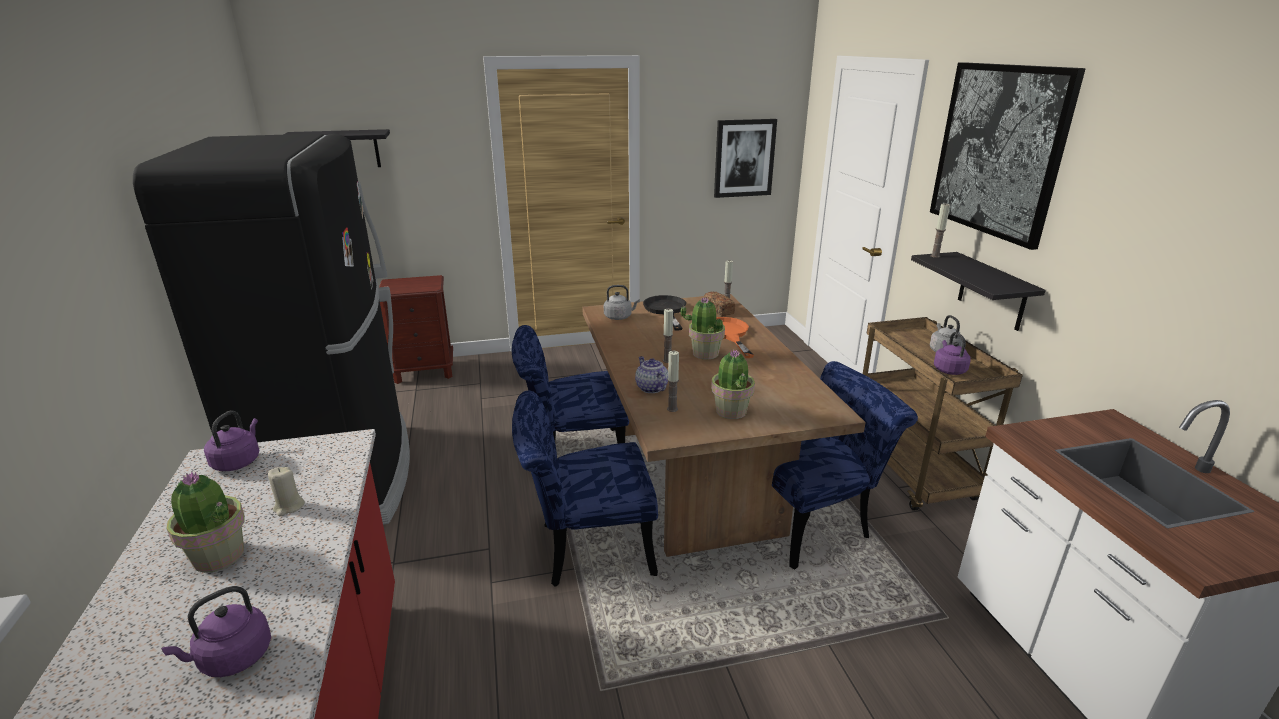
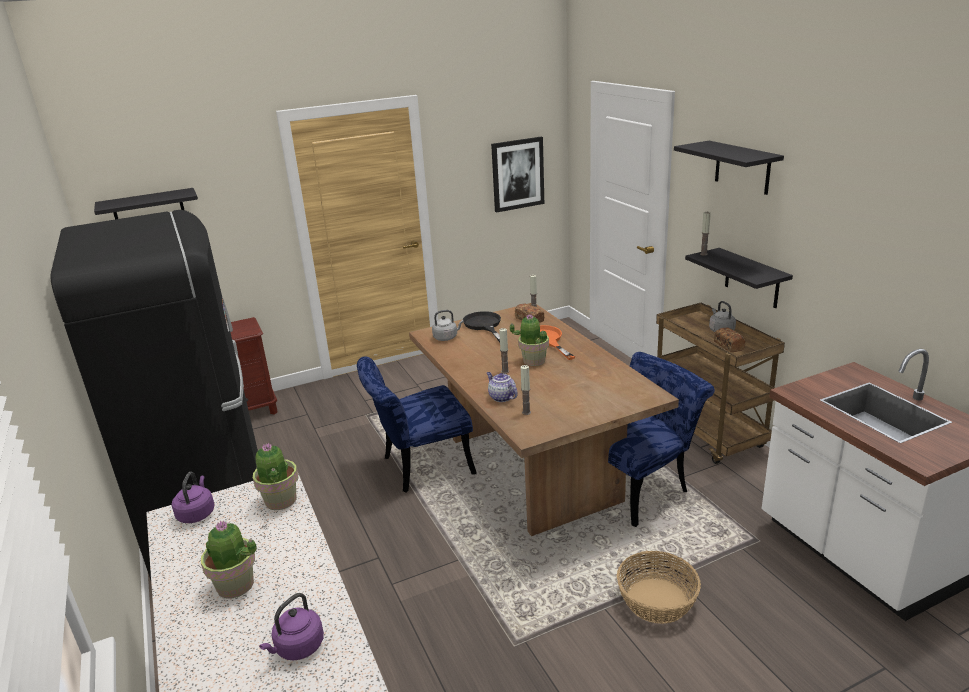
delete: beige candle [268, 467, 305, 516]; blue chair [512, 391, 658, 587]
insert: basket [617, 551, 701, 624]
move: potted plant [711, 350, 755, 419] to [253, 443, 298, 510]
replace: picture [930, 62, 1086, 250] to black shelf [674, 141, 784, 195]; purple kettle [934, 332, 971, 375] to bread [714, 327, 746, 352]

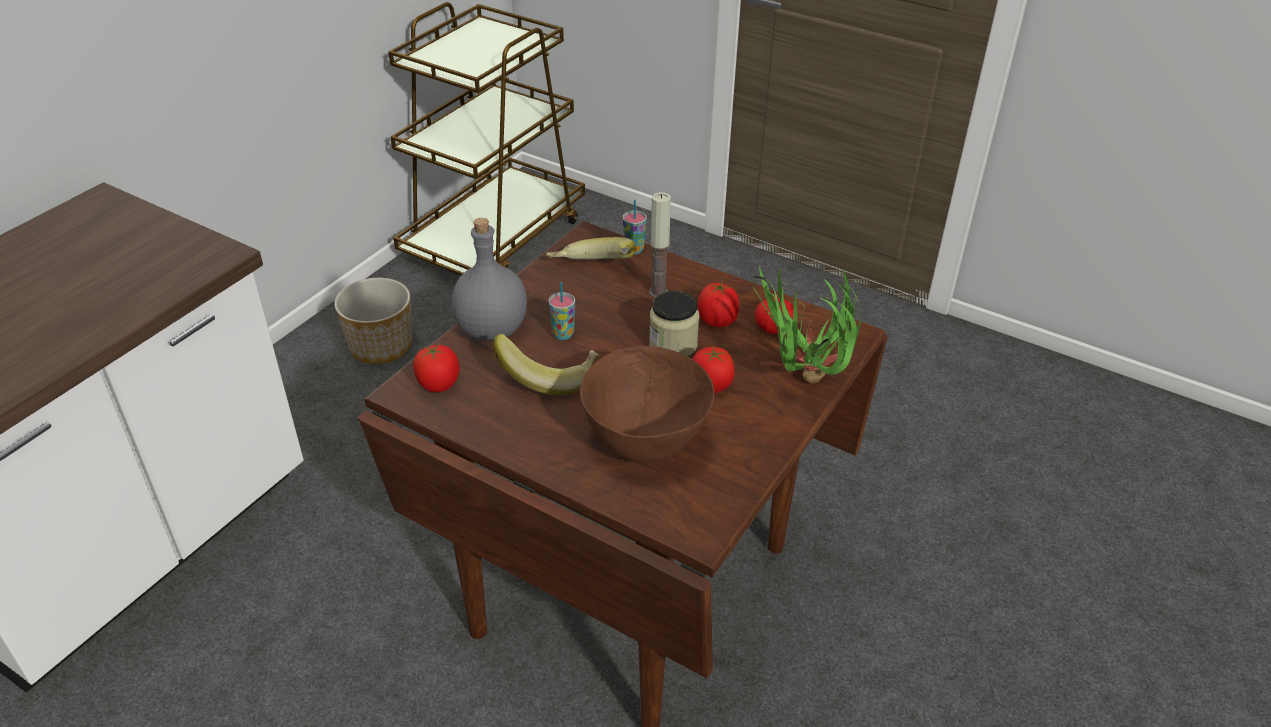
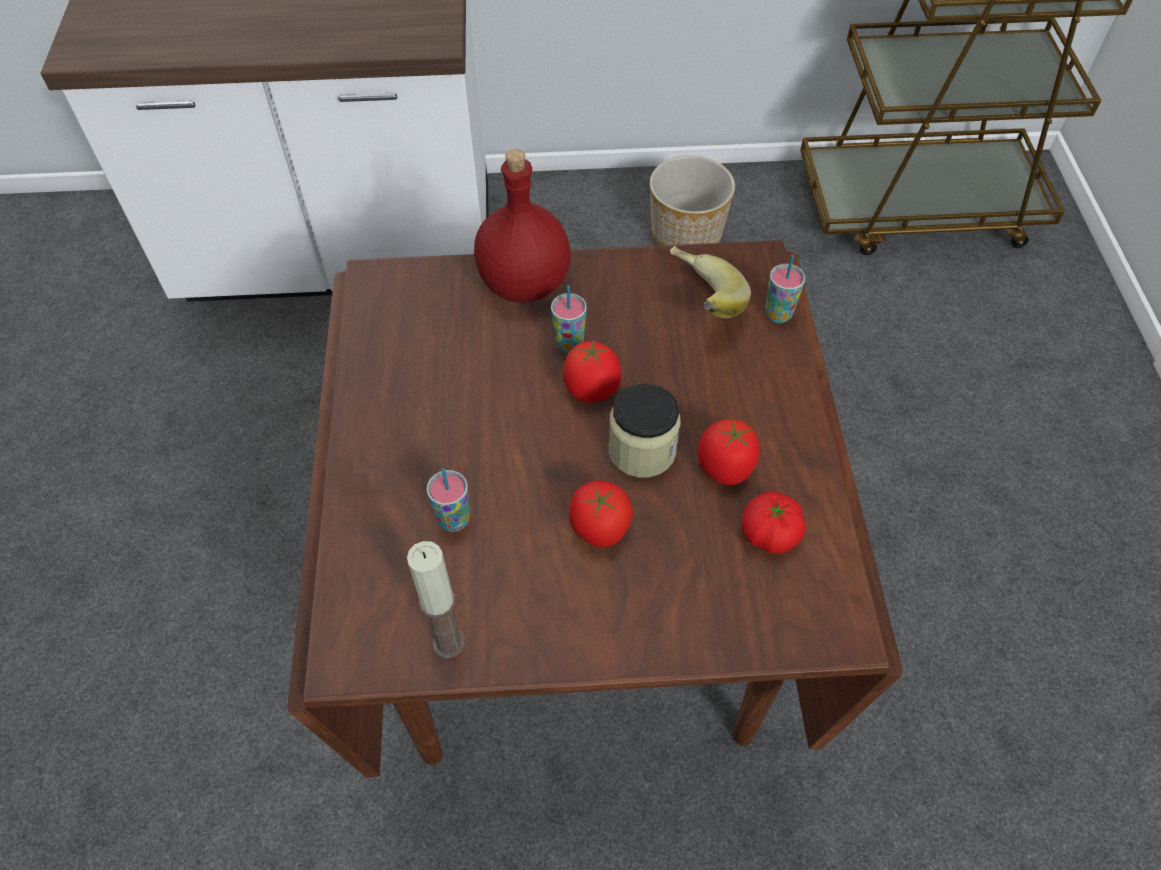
delete: banana [493, 334, 599, 395]; potted plant [750, 265, 861, 383]
move: candle [649, 192, 671, 298] to [407, 541, 465, 659]; tomato [413, 343, 460, 392] to [563, 340, 621, 403]
replace: brown bowl [580, 346, 715, 462] to cup [426, 468, 470, 532]
recolor: grey bottle [452, 218, 527, 340] to red bottle [474, 149, 571, 303]

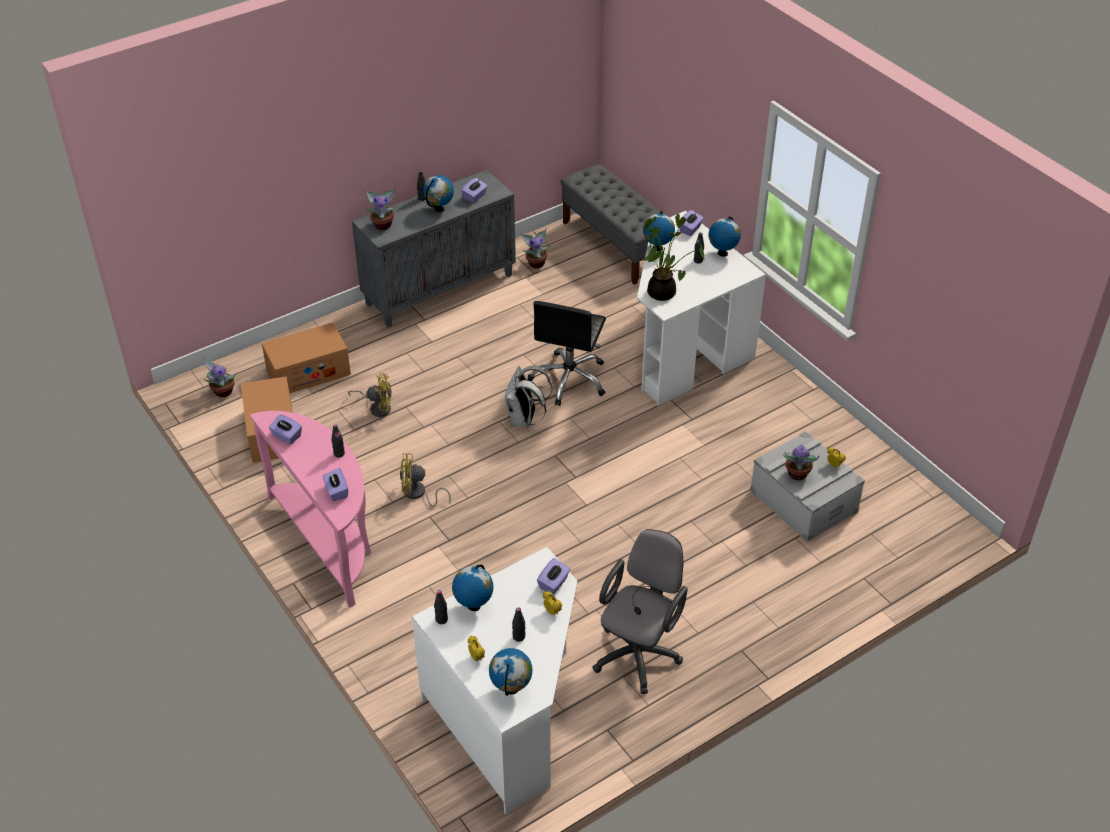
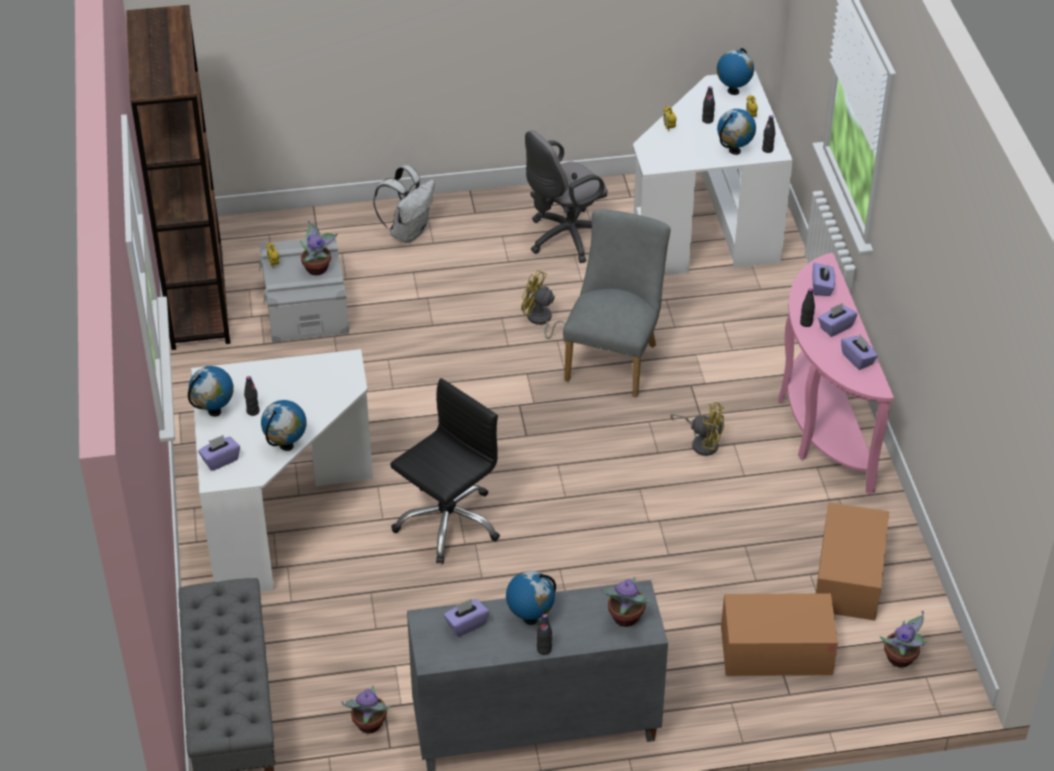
delete: potted plant [643, 214, 704, 301]
insert: brown bookcase [126, 5, 230, 350]; grey chair [563, 210, 671, 398]
move: white backpack [505, 366, 552, 427] to [373, 165, 435, 243]; yellow fan [348, 373, 392, 417] to [521, 270, 566, 342]; purple tissue box [537, 558, 570, 595] to [818, 303, 857, 337]

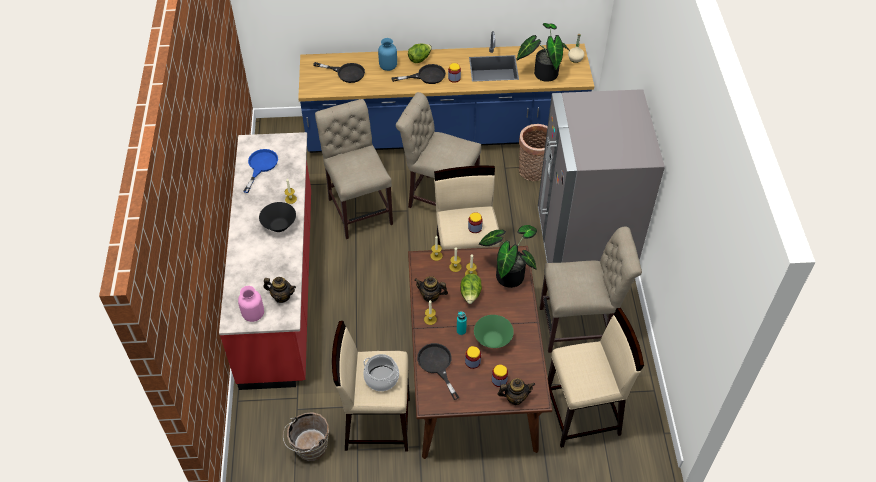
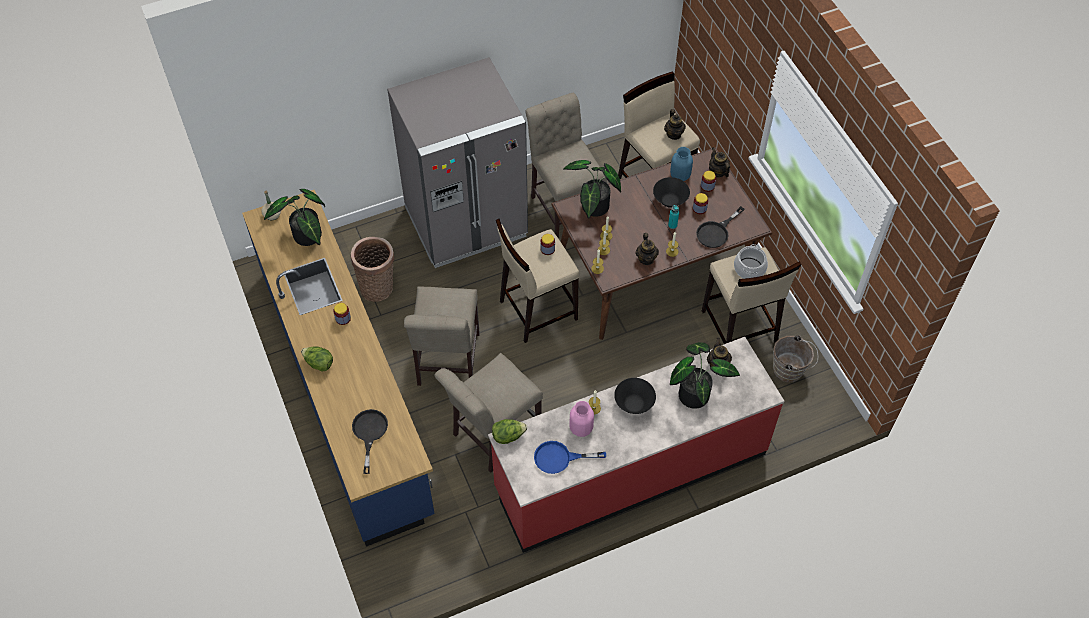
delete: black frying pan [392, 64, 446, 84]
insert: teapot [664, 109, 686, 140]; potted plant [670, 342, 740, 409]
move: lettuce [460, 274, 482, 304] to [492, 419, 527, 444]; pink vase [238, 286, 264, 322] to [570, 401, 594, 437]; blue vase [378, 38, 397, 71] to [670, 147, 693, 181]
recolor: green bowl [474, 315, 514, 348] to black bowl [653, 177, 690, 208]

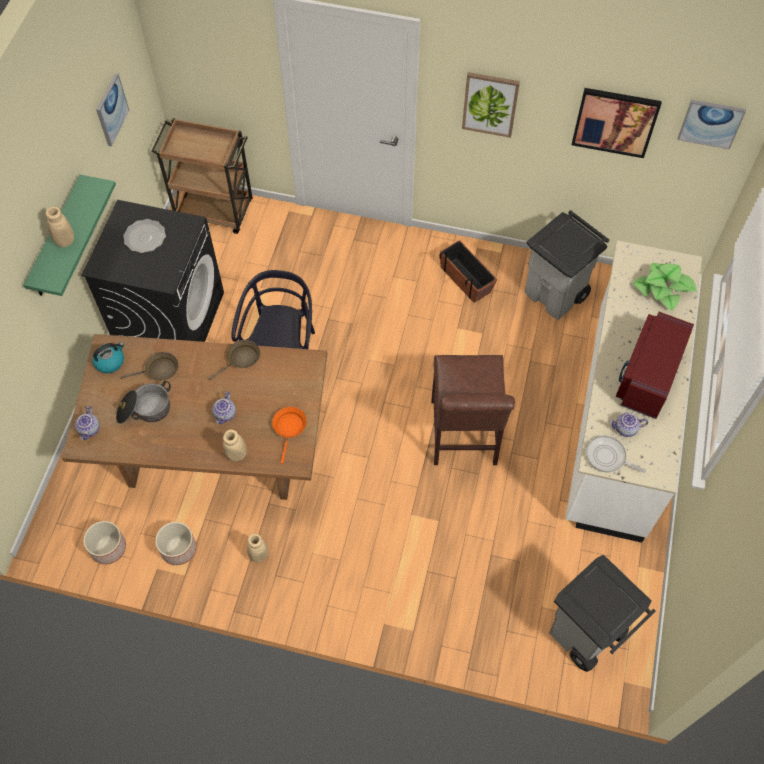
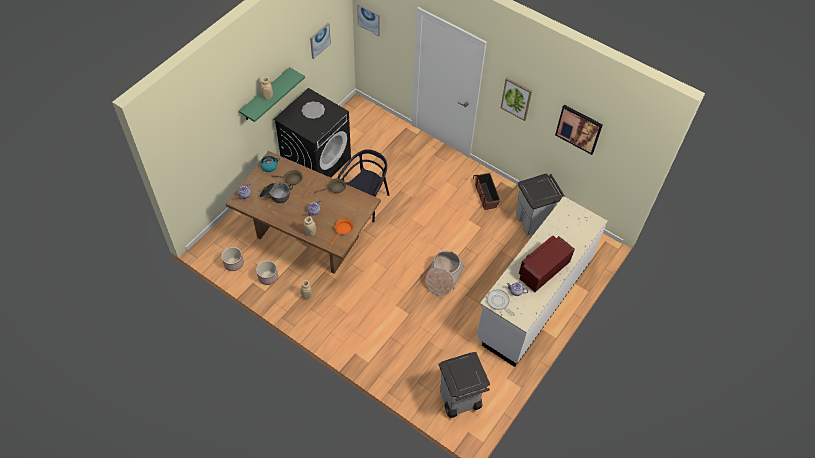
delete: brown cart [151, 118, 253, 234]; potted plant [632, 263, 697, 311]
move: picture [677, 100, 746, 149] to [357, 4, 380, 36]
replace: brown chair [431, 355, 515, 465] to basket [425, 251, 465, 296]

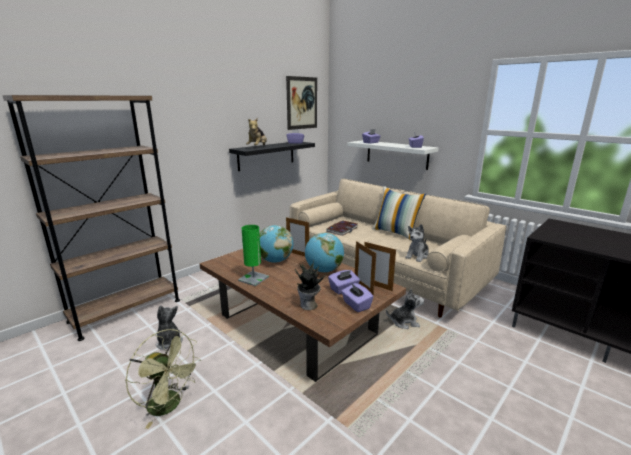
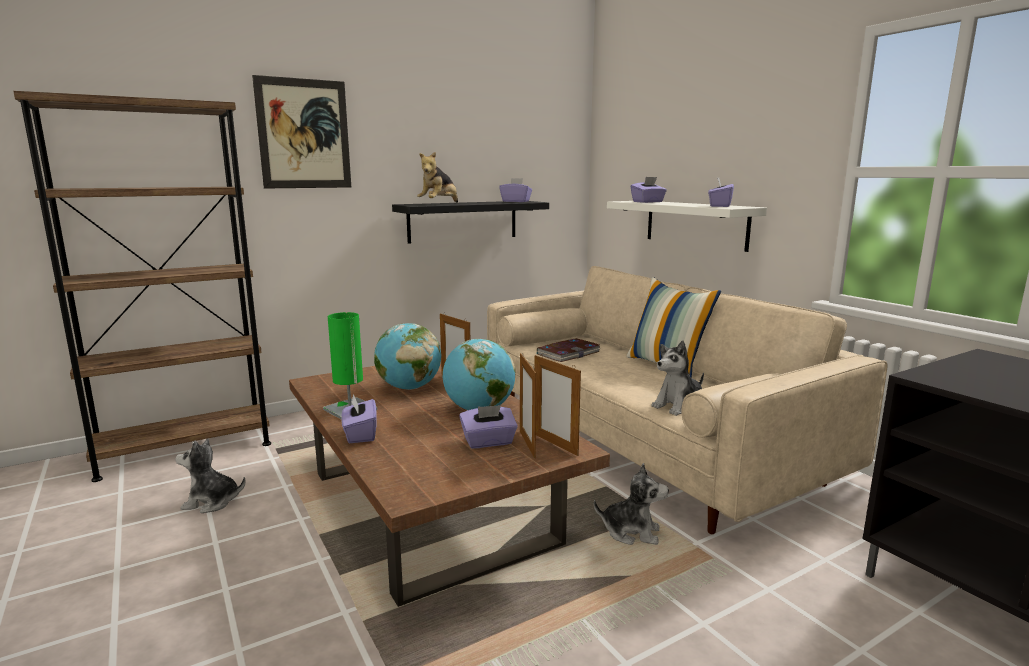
delete: green fan [126, 329, 202, 429]; potted plant [295, 260, 327, 310]
move: picture [286, 76, 317, 130] to [252, 75, 351, 189]; purple tissue box [341, 283, 373, 312] to [341, 394, 377, 443]
rotate: plush toy [156, 305, 183, 350] = [175, 438, 246, 513] 75 degrees counterclockwise

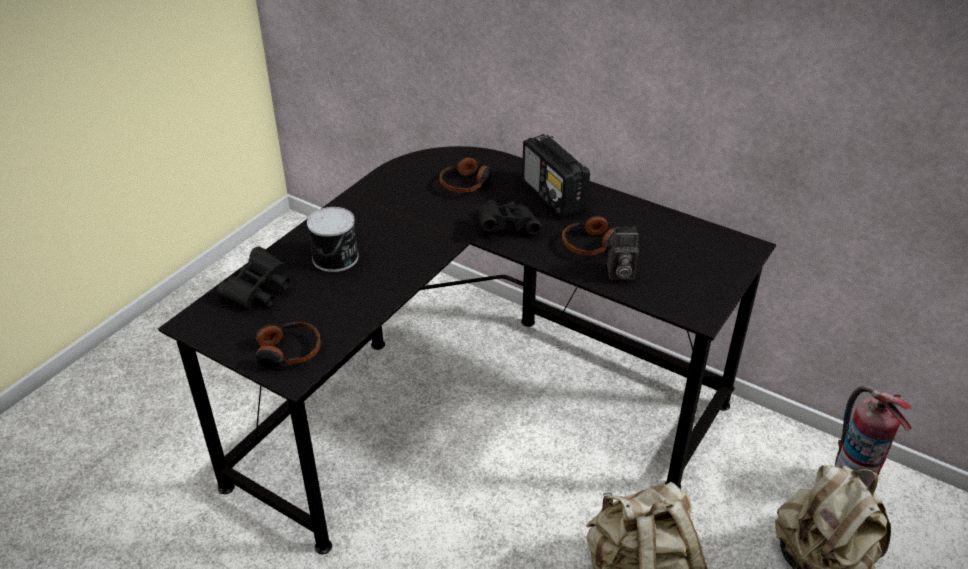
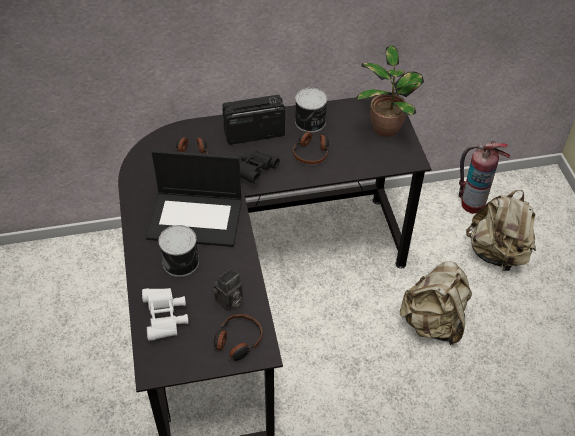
insert: laptop [146, 150, 242, 247]; can [295, 88, 327, 133]; potted plant [356, 45, 424, 137]
move: photo camera [605, 226, 639, 280] to [212, 269, 243, 312]
recolor: black binoculars [216, 247, 290, 309] to white binoculars [142, 288, 188, 341]
rotate: radio [522, 134, 590, 218] = [222, 95, 285, 145] 150 degrees clockwise

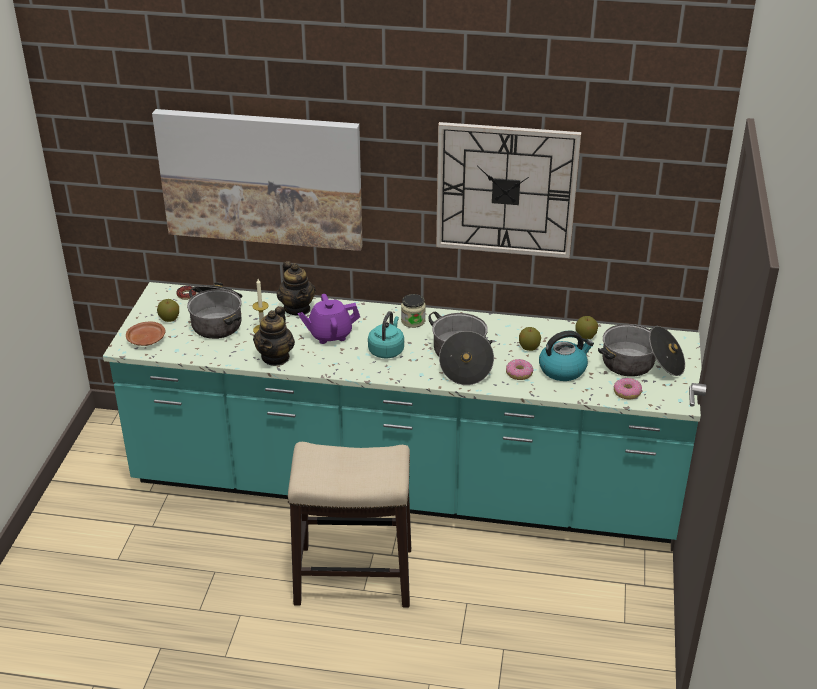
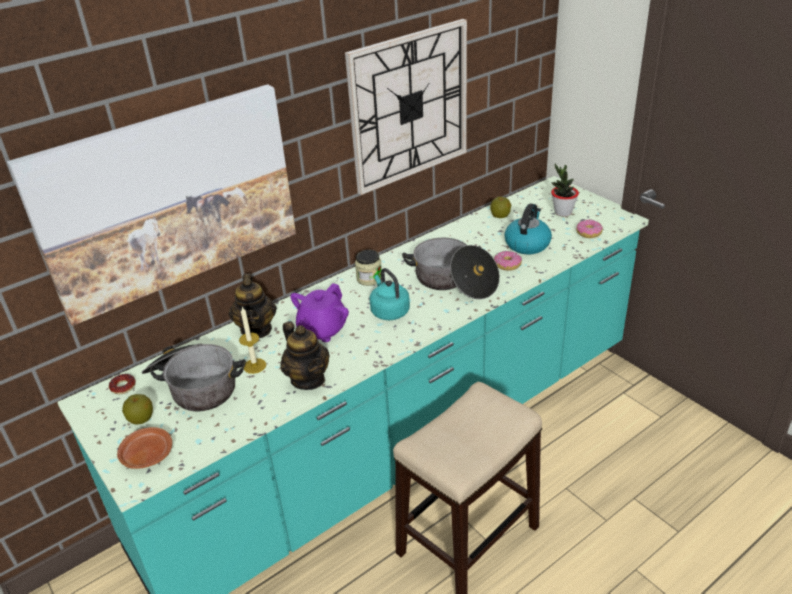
delete: apple [519, 327, 541, 351]
replace: cooking pot [598, 324, 685, 377] to potted plant [551, 164, 579, 216]
rotate: teapot [277, 261, 316, 316] = [228, 273, 277, 338] 60 degrees clockwise

